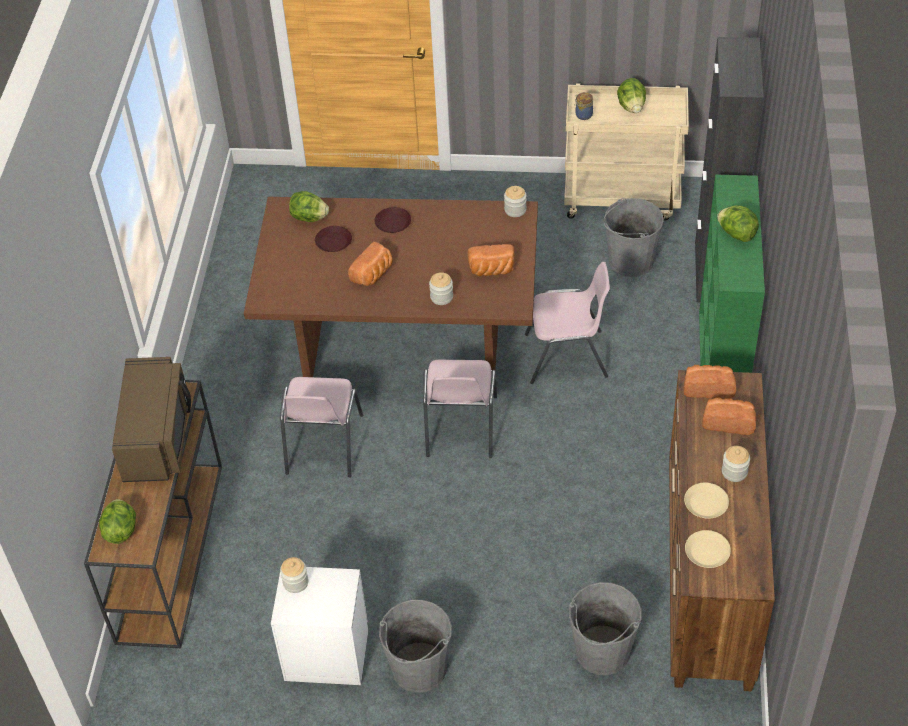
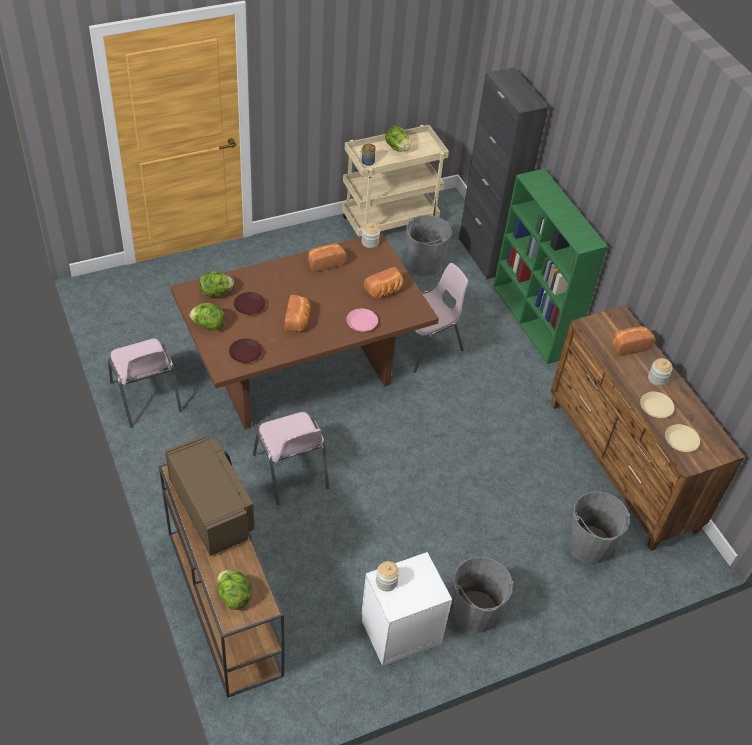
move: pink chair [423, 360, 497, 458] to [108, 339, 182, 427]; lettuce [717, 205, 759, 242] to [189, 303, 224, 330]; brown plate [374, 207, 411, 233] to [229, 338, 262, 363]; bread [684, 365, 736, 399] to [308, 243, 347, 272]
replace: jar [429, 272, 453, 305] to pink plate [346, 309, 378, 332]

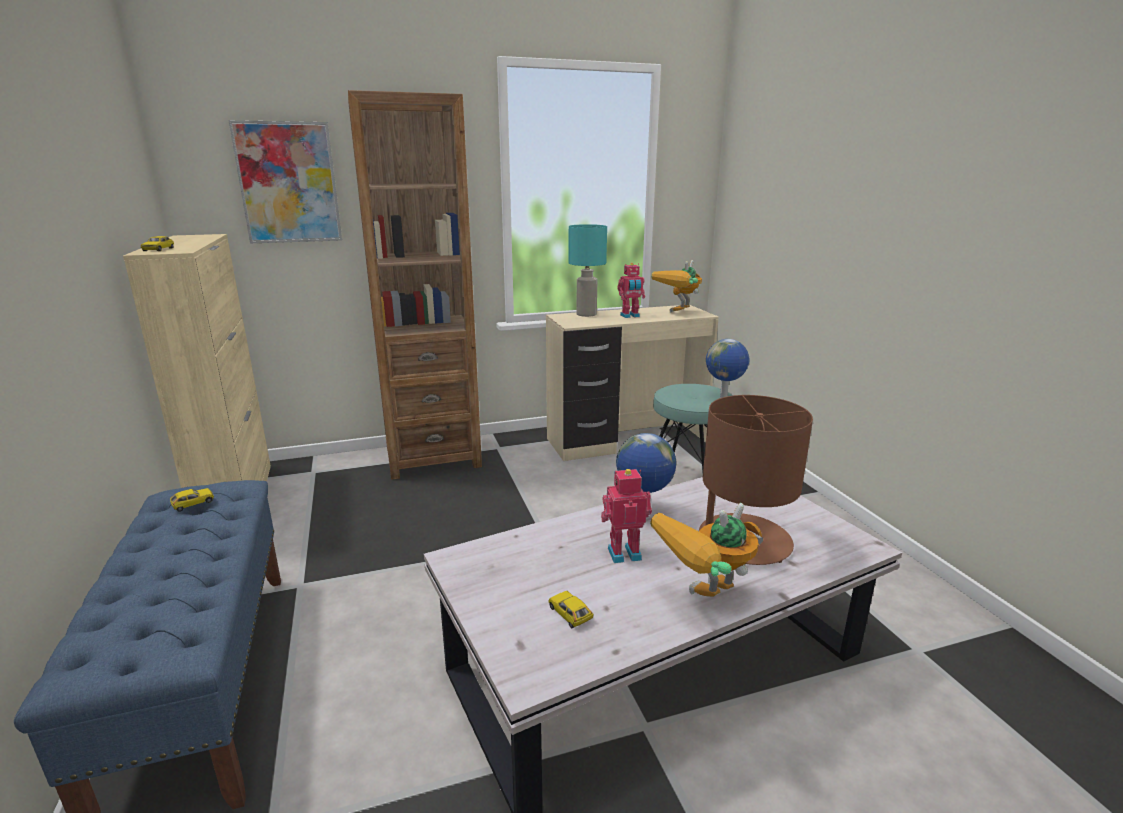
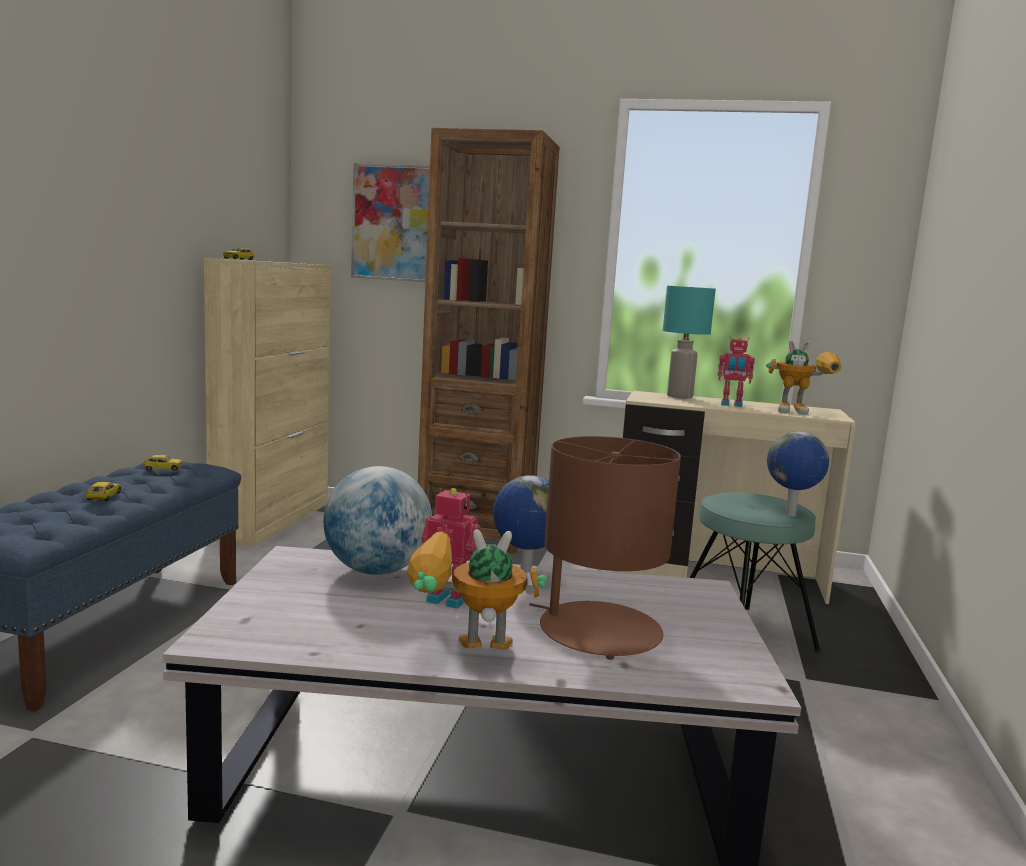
insert: globe [323, 466, 432, 575]
move: toy car [548, 591, 593, 628] to [86, 482, 121, 501]
rotate: toy robot [651, 260, 702, 313] = [766, 340, 841, 415] 150 degrees counterclockwise

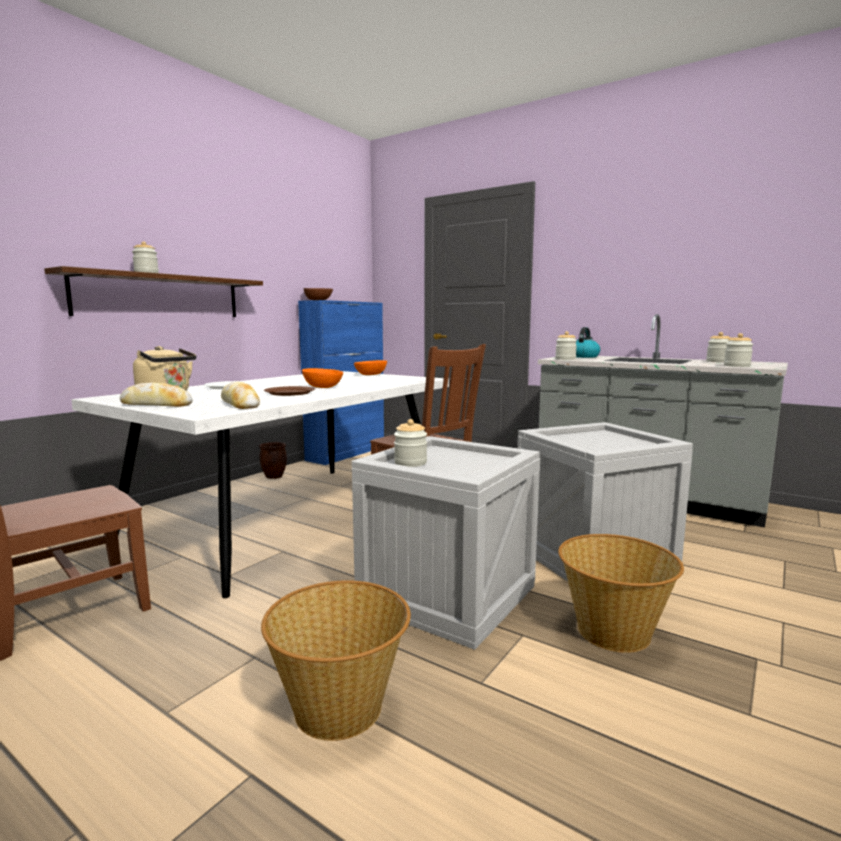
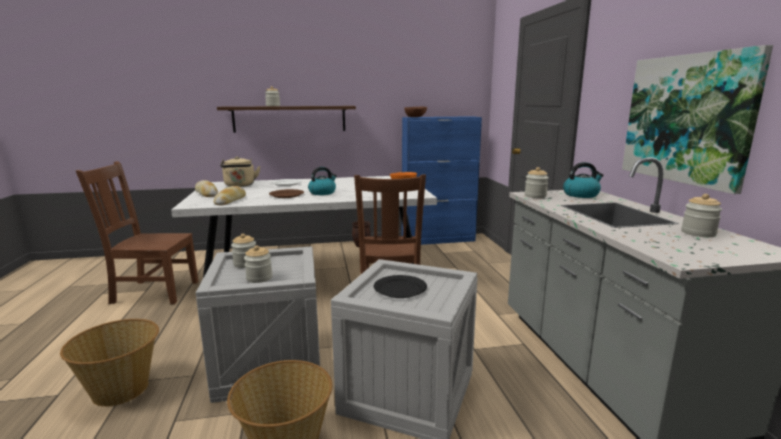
insert: black plate [374, 275, 427, 298]; picture [622, 45, 773, 194]
move: jar [724, 333, 753, 367] to [244, 245, 272, 283]
replace: orange bowl [302, 368, 343, 388] to kettle [308, 167, 337, 195]

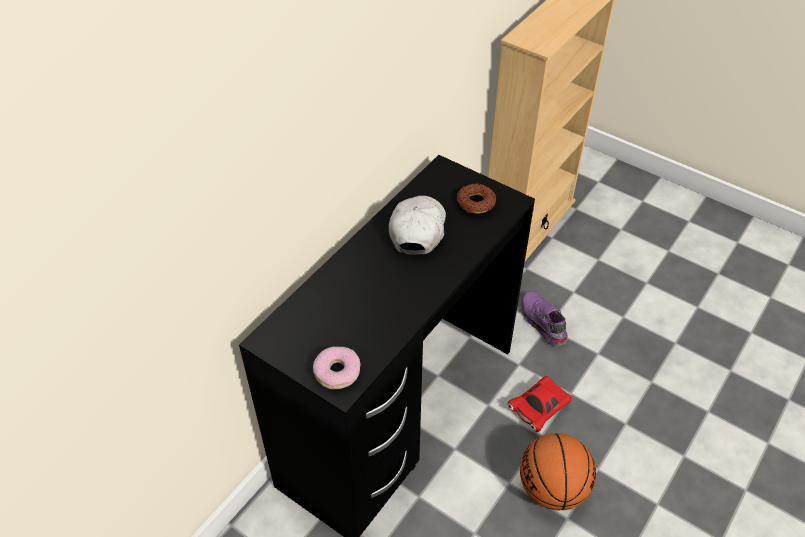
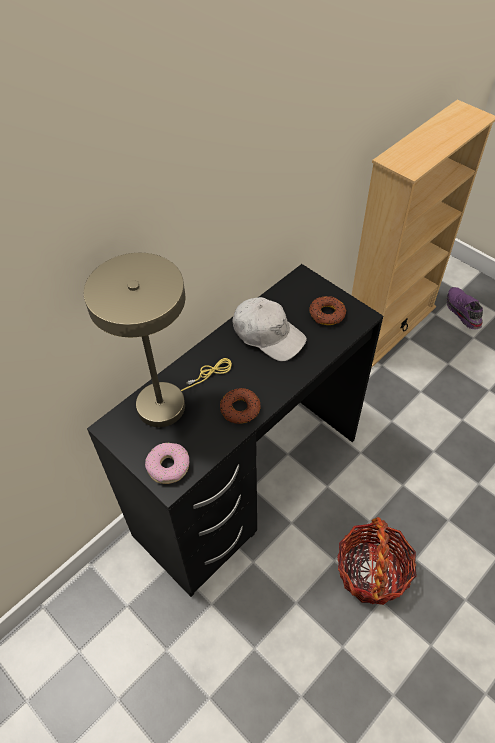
delete: red toy car [508, 376, 571, 432]
insert: beige table lamp [84, 253, 232, 427]; donut [220, 388, 261, 424]
move: purple shoe [521, 291, 567, 346] to [446, 287, 483, 329]
replace: basketball [520, 433, 596, 511] to basket [337, 517, 417, 605]
rotate: white cap [389, 196, 446, 254] = [233, 297, 307, 361] 105 degrees clockwise

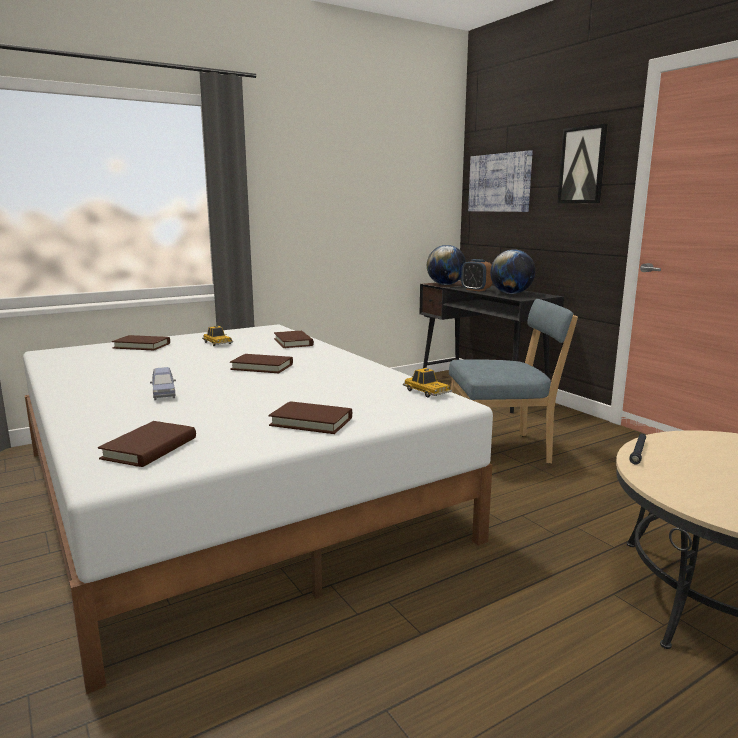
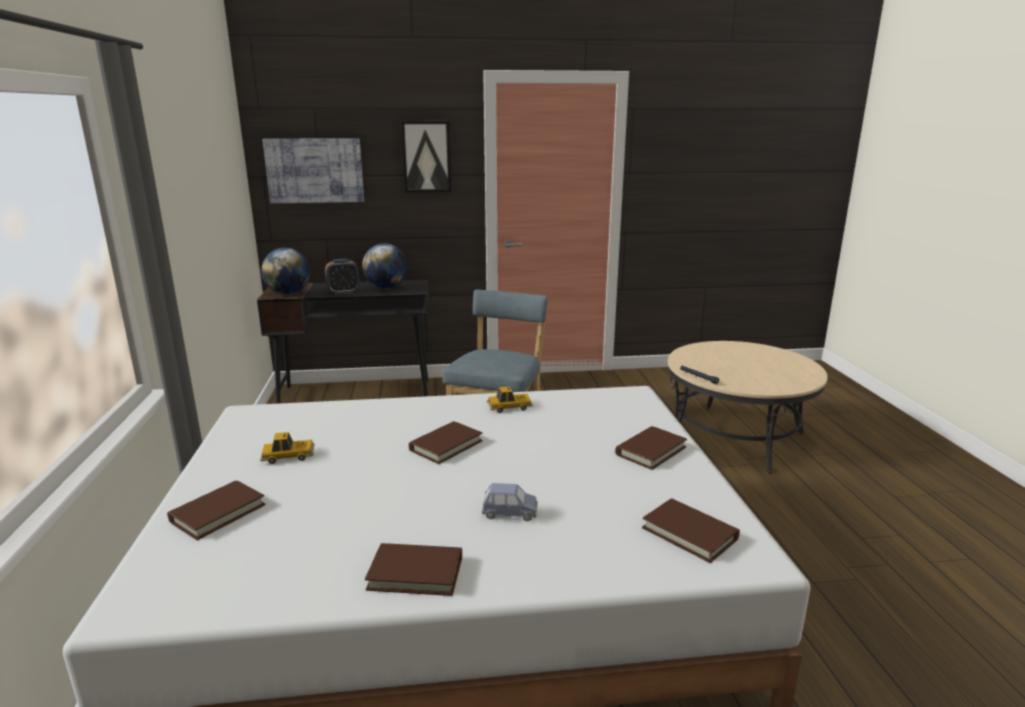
move: brown book [274, 331, 314, 348] to [365, 543, 462, 596]; toy car [403, 368, 452, 398] to [487, 386, 533, 413]

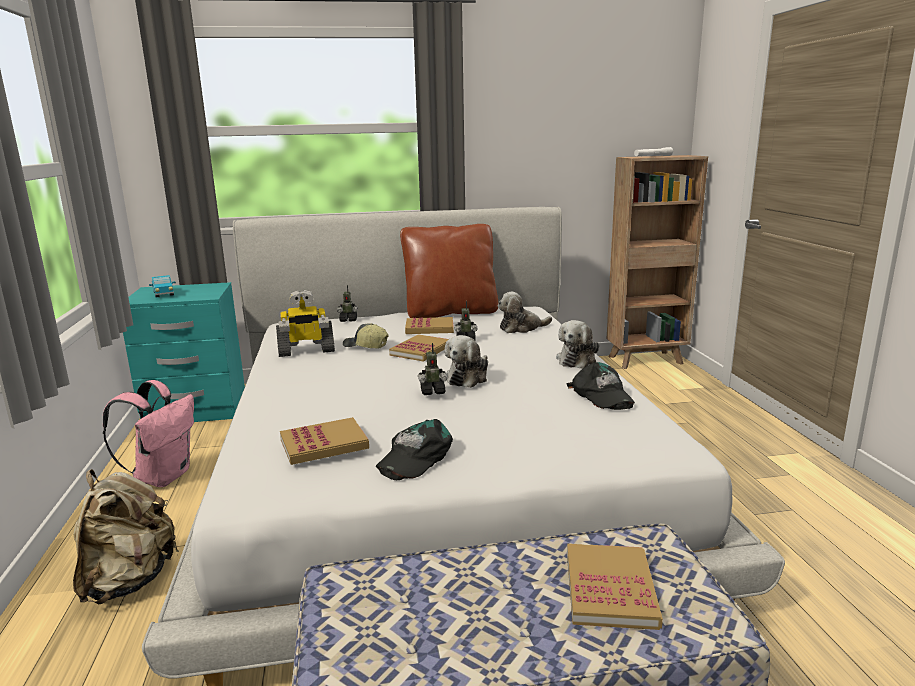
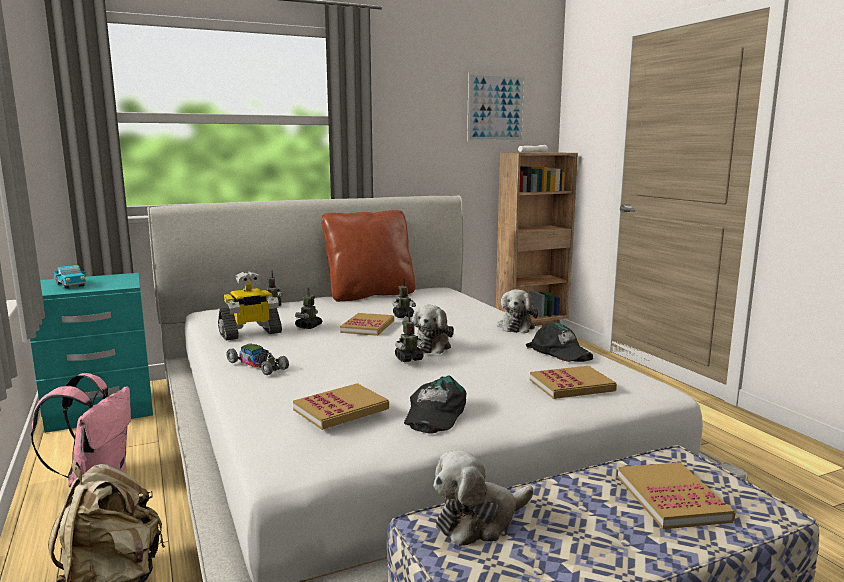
insert: toy car [226, 343, 289, 375]; picture [467, 73, 526, 142]
move: plush toy [498, 292, 552, 333] to [433, 450, 534, 546]; book [405, 317, 454, 334] to [530, 366, 617, 399]
replace: cap [343, 323, 389, 348] to toy robot [295, 288, 322, 329]

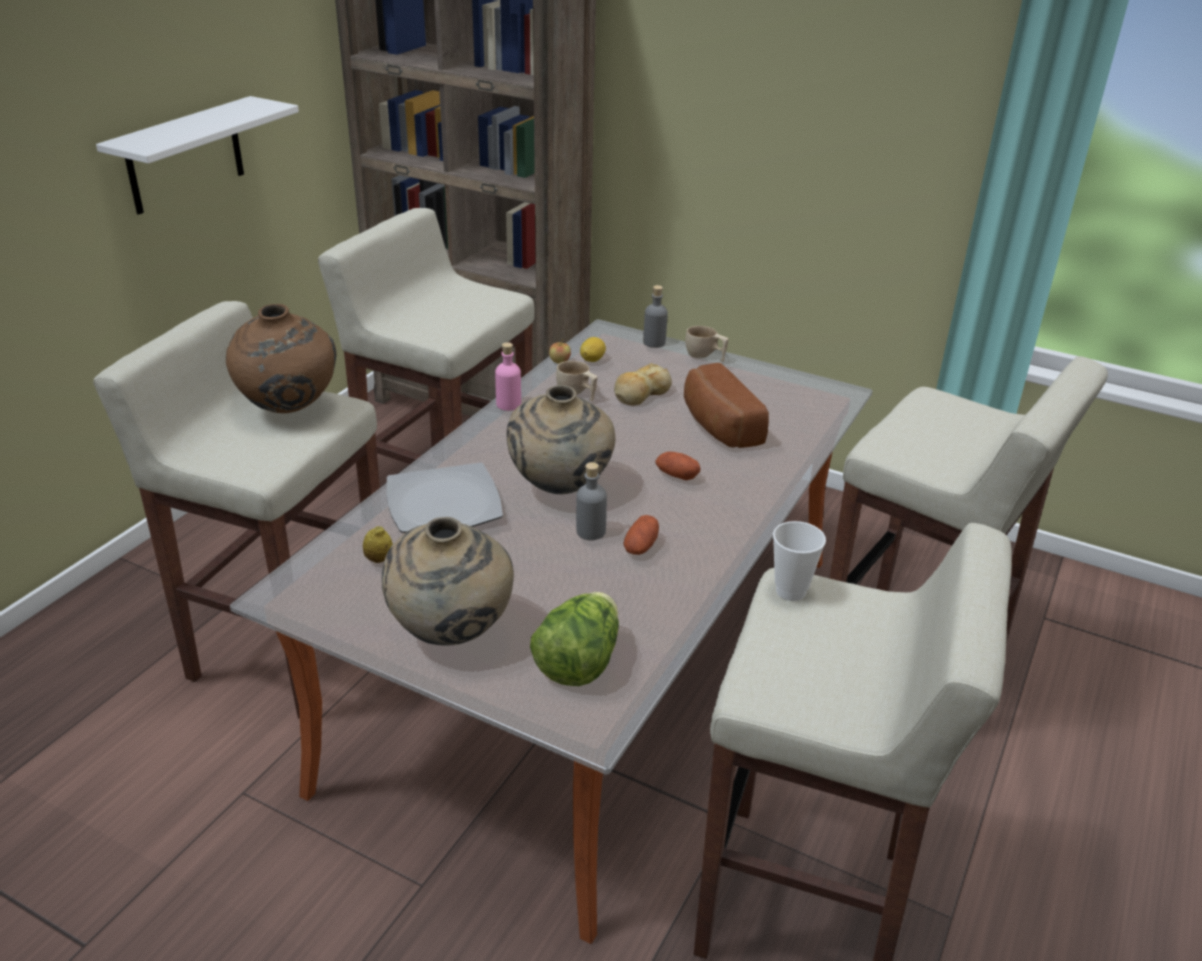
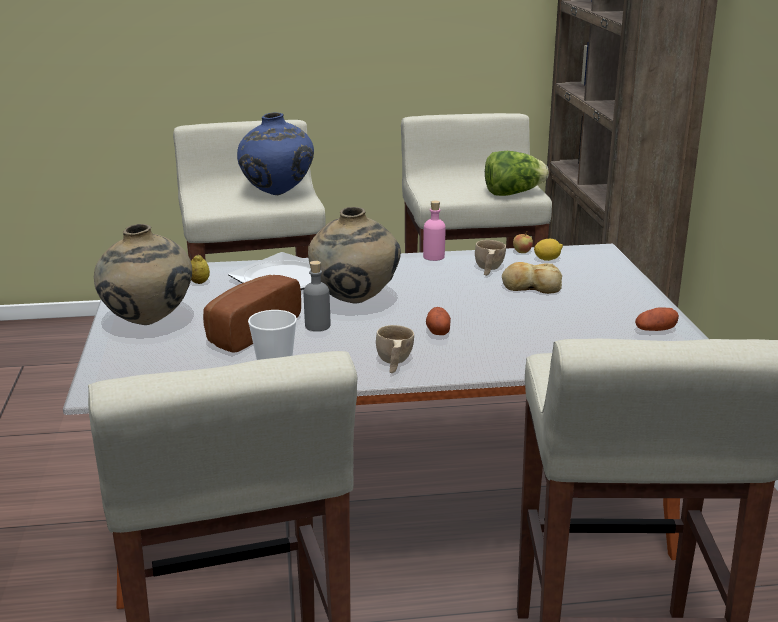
delete: white shelf [96, 96, 299, 215]; grey bottle [643, 285, 668, 348]
move: bread [684, 363, 769, 448] to [203, 275, 301, 353]; beige cup [685, 326, 728, 362] to [376, 325, 414, 373]; lettuce [530, 592, 619, 686] to [485, 151, 549, 196]; potato [623, 515, 659, 555] to [635, 307, 679, 331]
recolor: brown vase [226, 304, 337, 413] to blue vase [237, 113, 314, 195]

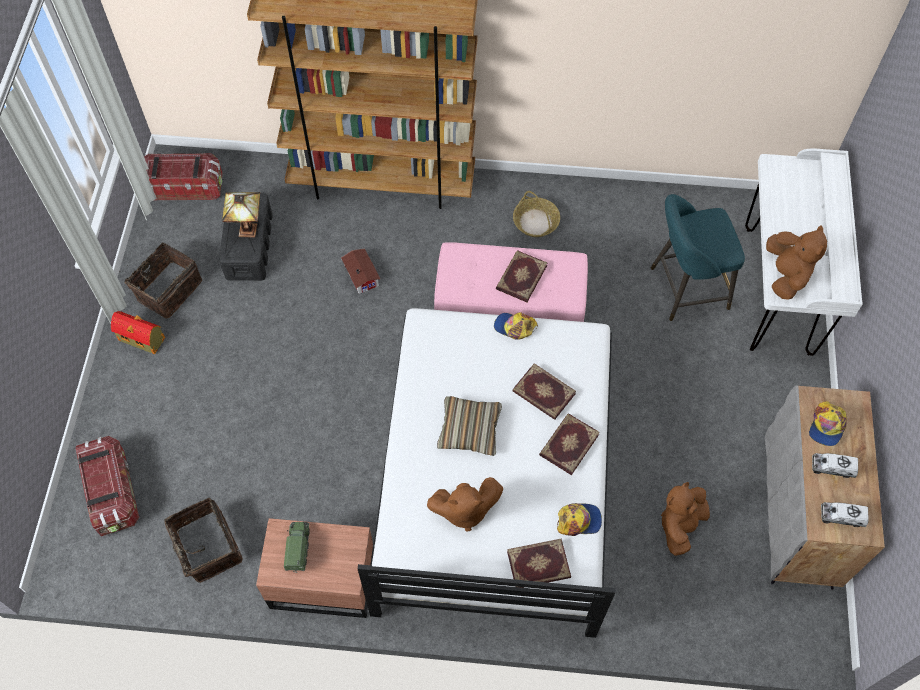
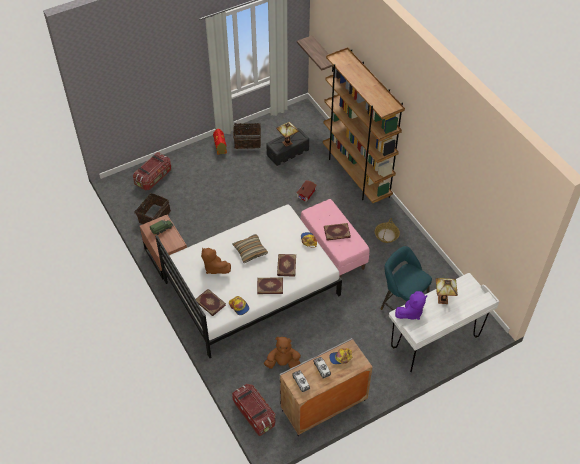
insert: shelf [297, 35, 334, 72]; table lamp [436, 278, 458, 304]
move: storage box [144, 153, 223, 200] to [232, 384, 275, 436]
recolor: brown plush toy [766, 225, 827, 300] to purple plush toy [395, 291, 427, 320]

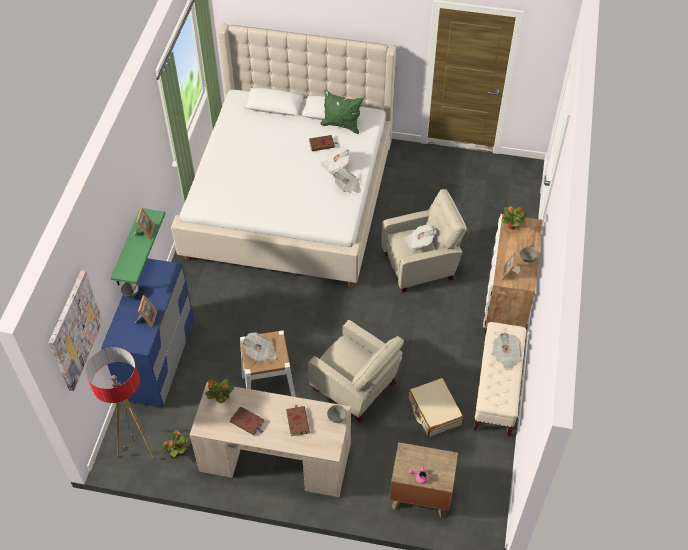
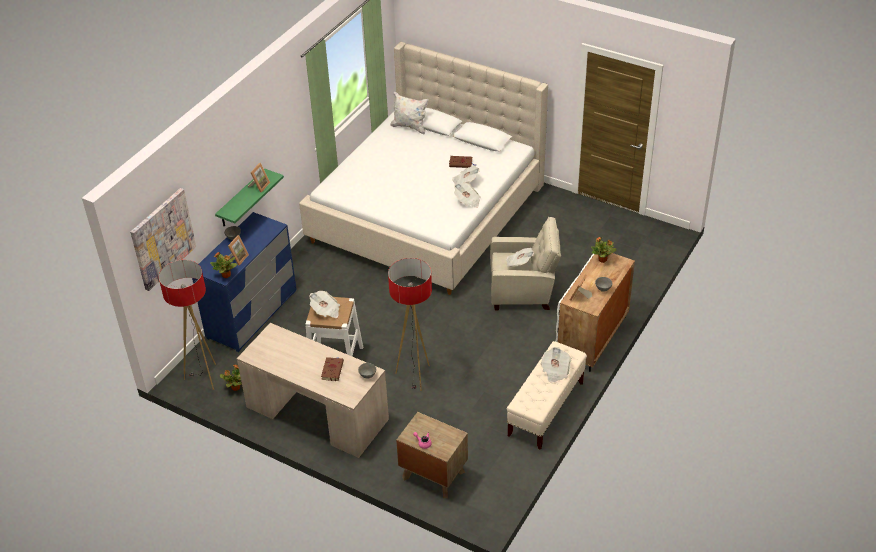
delete: brown book [230, 406, 264, 435]; green pillow [321, 90, 363, 134]; beige suitcase [409, 378, 464, 437]
insert: white pillow [390, 92, 429, 134]
move: potted plant [205, 379, 234, 403] to [210, 253, 237, 278]
replace: beige armchair [308, 320, 404, 423] to floor lamp [388, 258, 432, 391]

